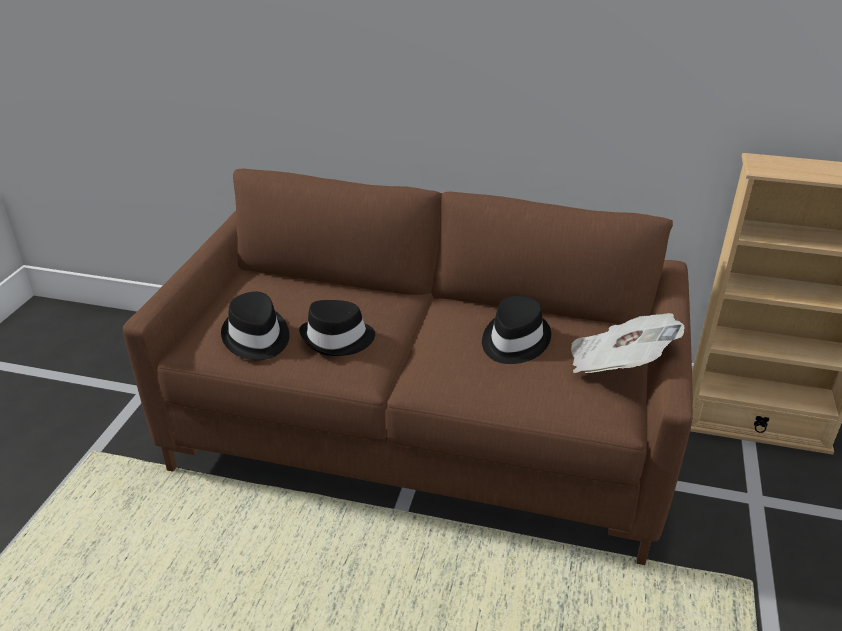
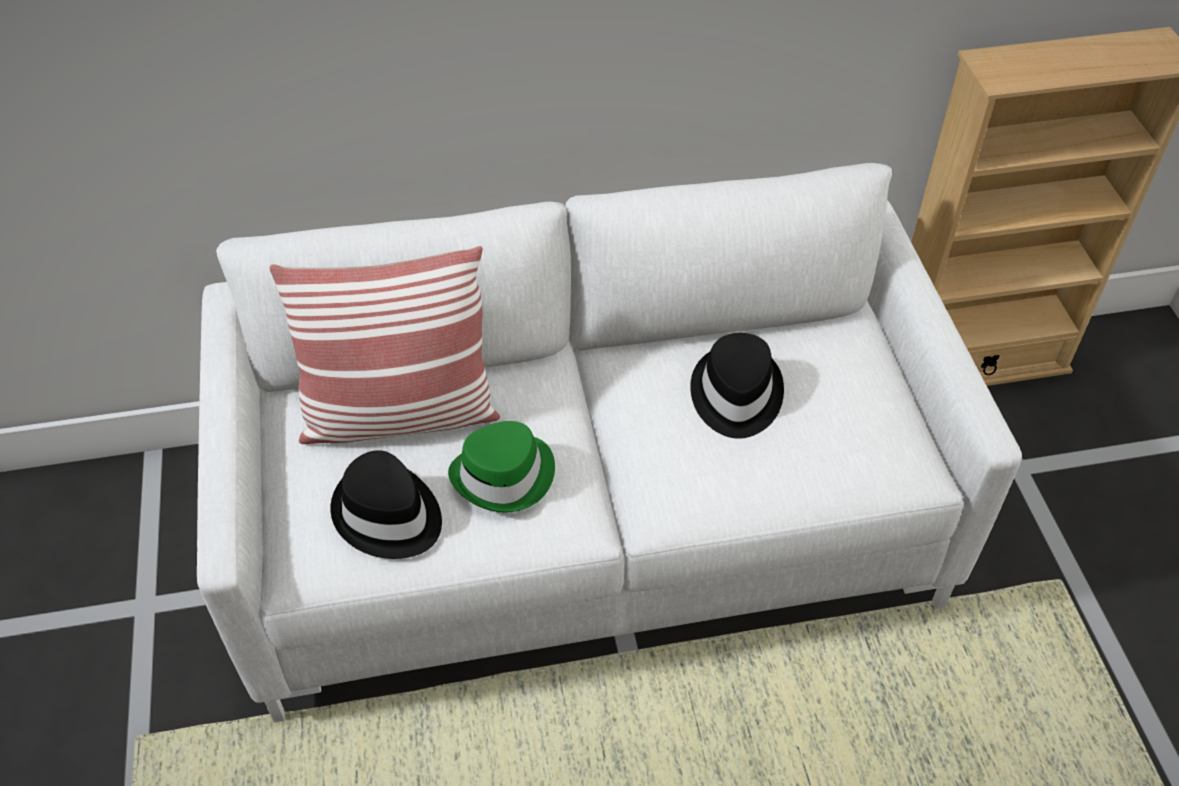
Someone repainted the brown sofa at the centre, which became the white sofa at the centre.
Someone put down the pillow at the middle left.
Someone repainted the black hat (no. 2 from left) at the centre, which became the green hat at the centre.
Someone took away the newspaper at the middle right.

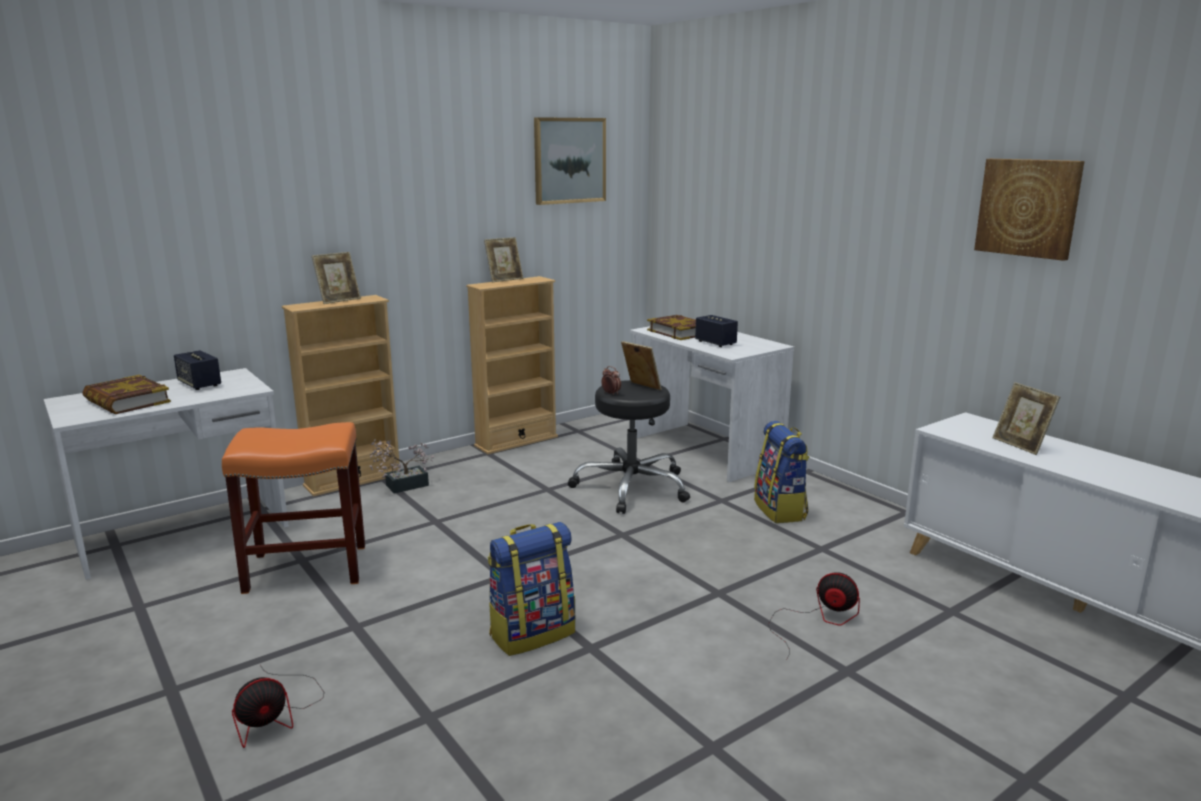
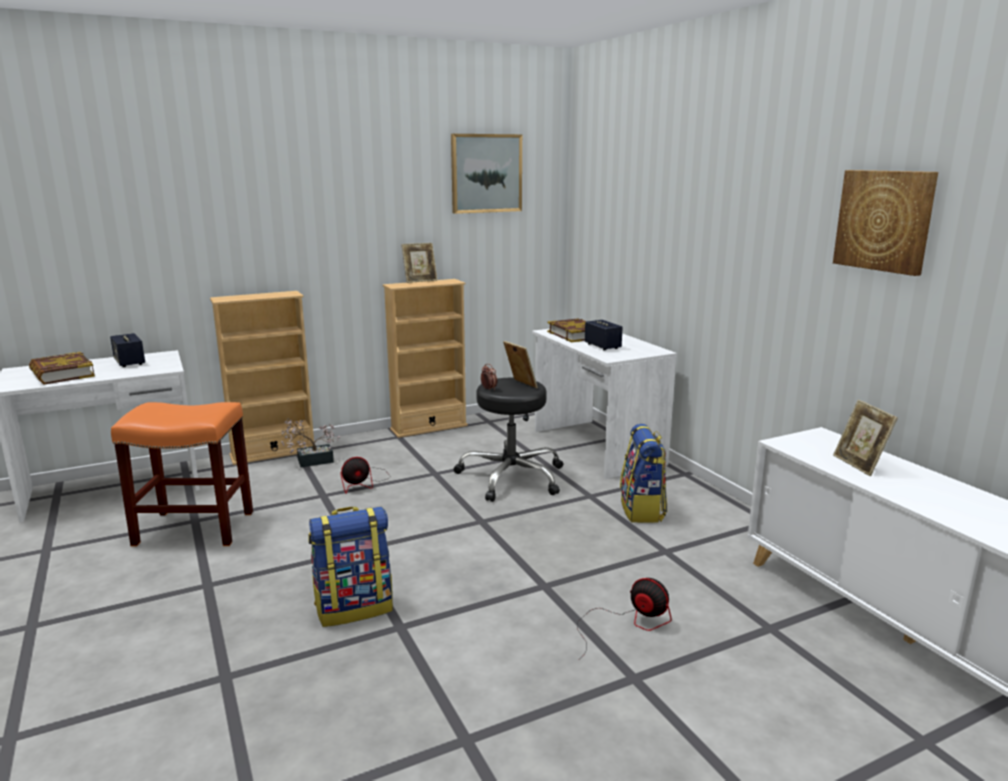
Someone carried the fan (no. 1 from left) from the bottom left to the centre.
Someone took away the picture frame (no. 1 from left) at the middle left.

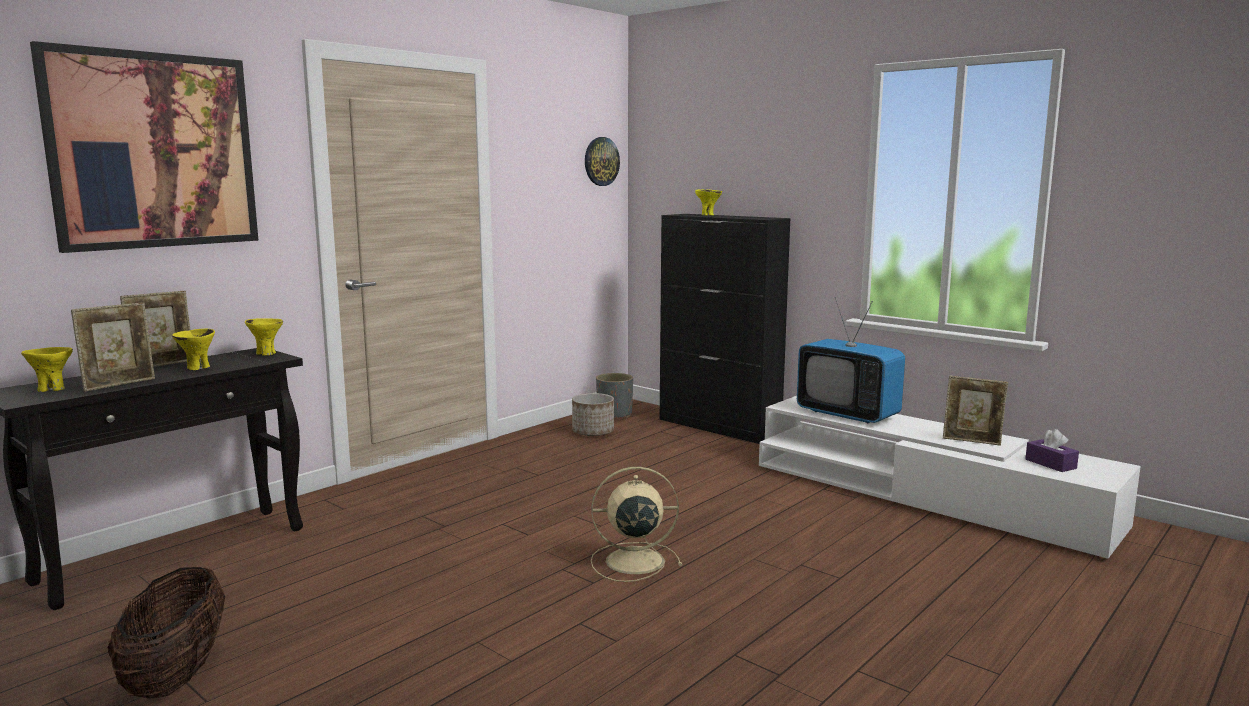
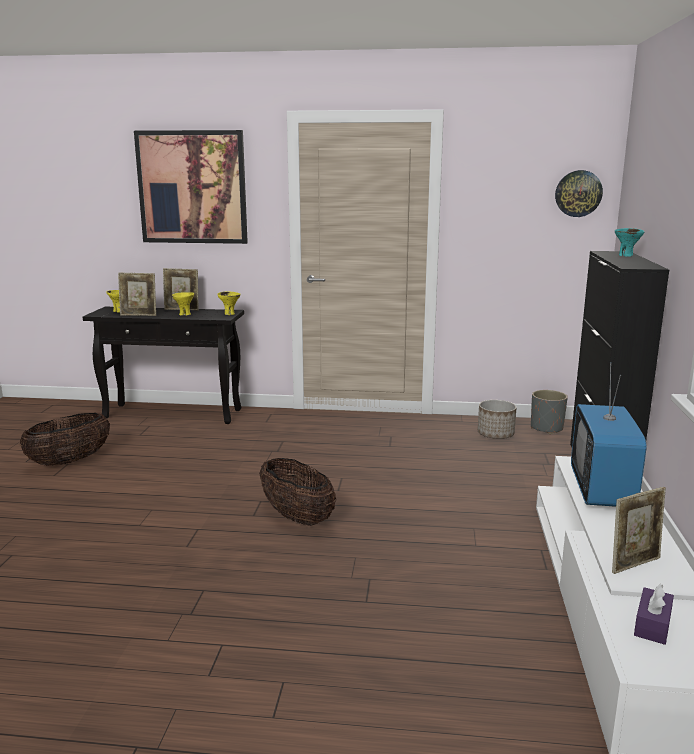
Someone swapped the beige fan at the bottom centre for the basket (no. 2 from left) at the centre.
Someone rotated the picture frame (no. 3 from left) at the middle right by 105 degrees counterclockwise.
Someone repainted the yellow bowl (no. 4 from left) at the top centre, which became the turquoise bowl at the top right.

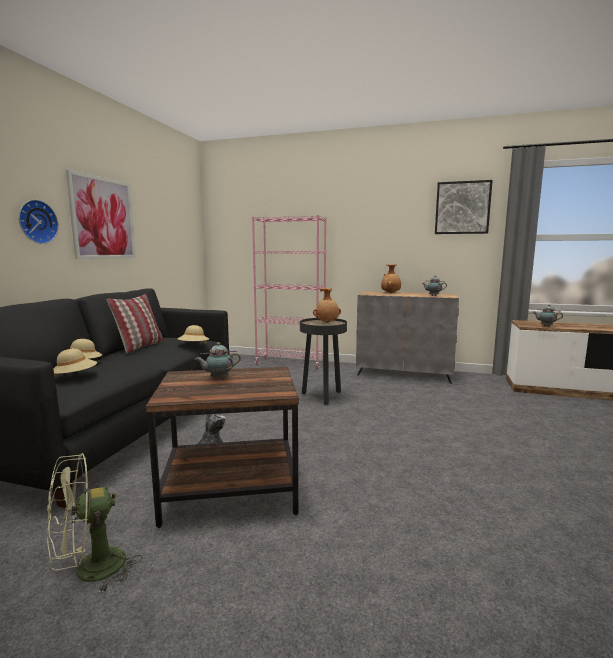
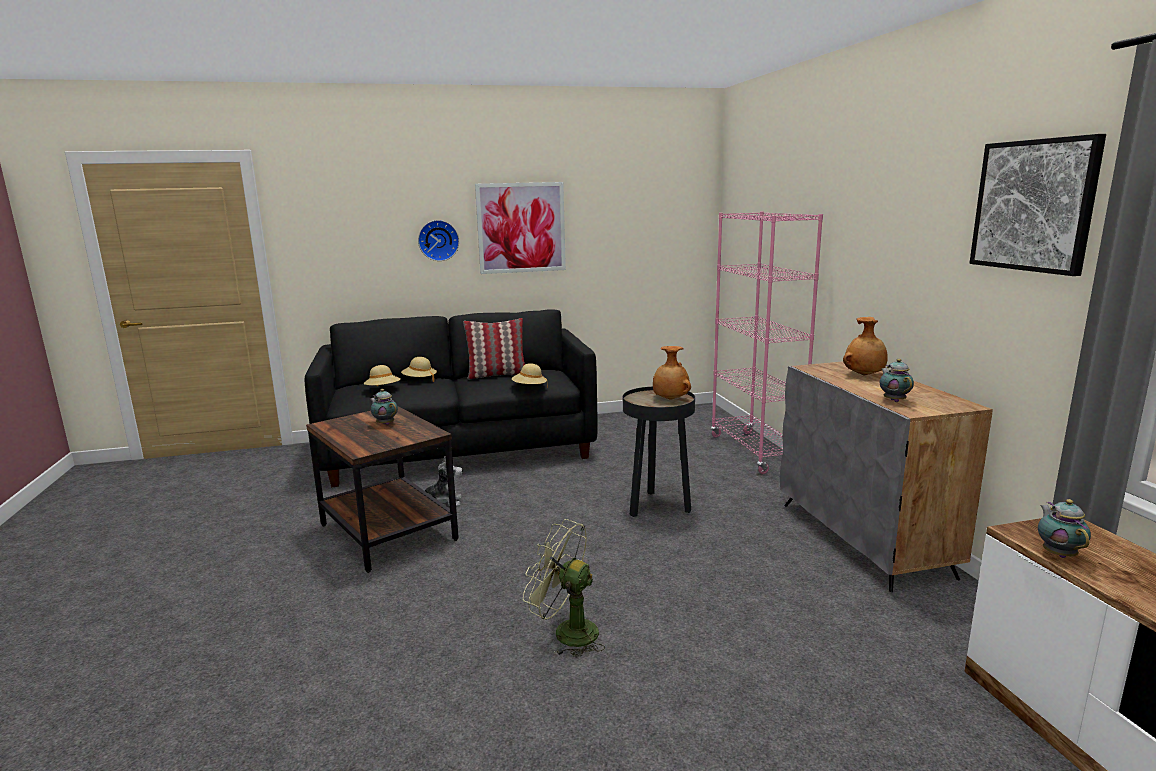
Someone carried the green fan from the bottom left to the bottom centre.

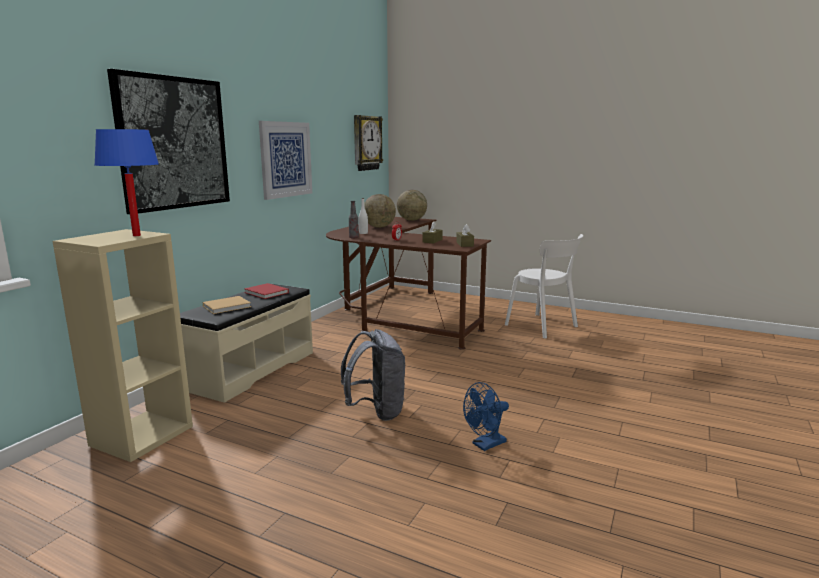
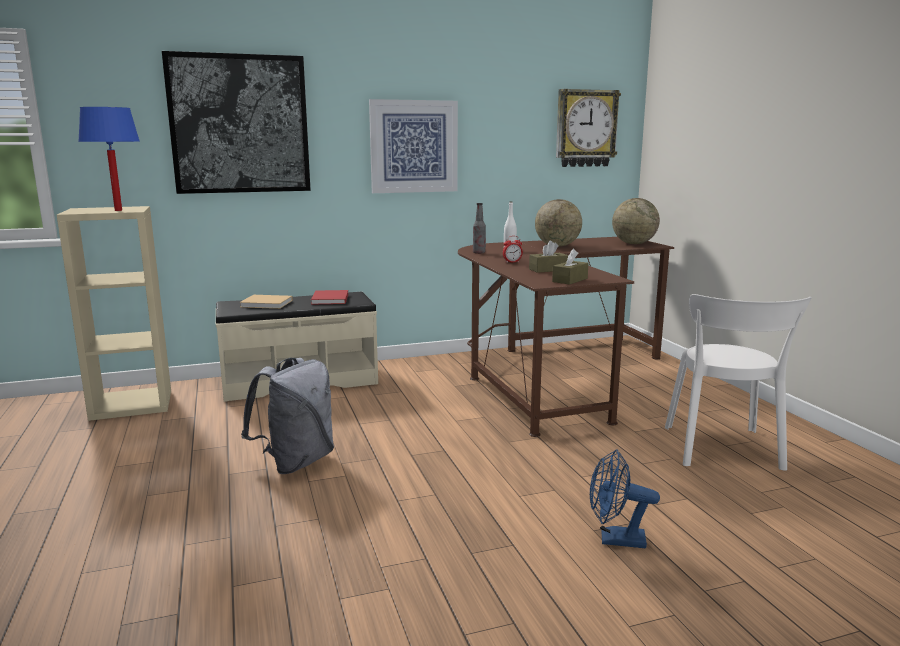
Someone carried the blue fan from the bottom centre to the bottom right.

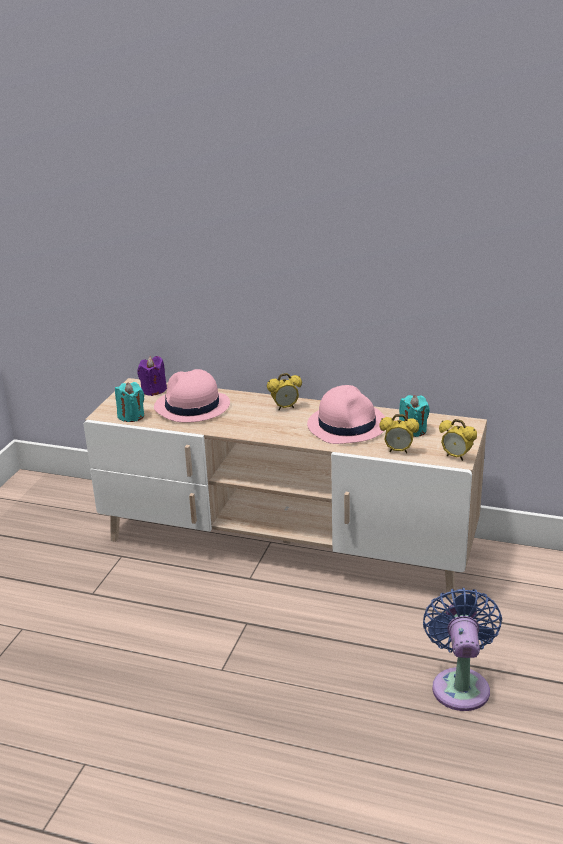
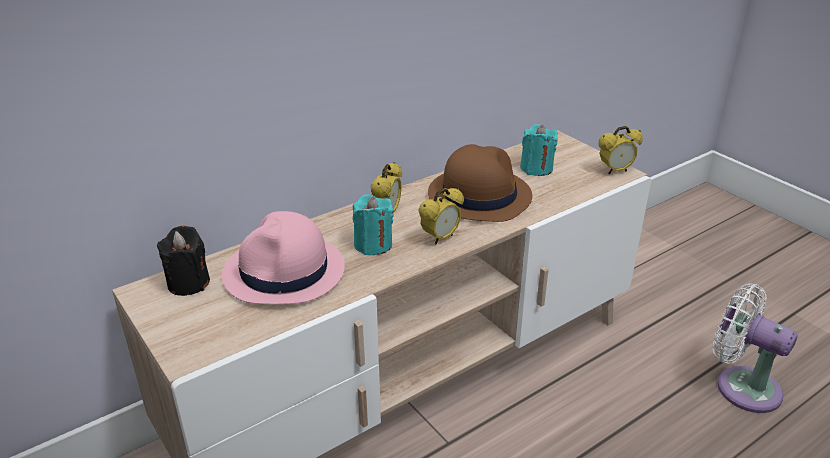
Someone repainted the purple candle at the middle left, which became the black candle at the middle left.
Someone carried the turquoise candle (no. 1 from left) from the middle left to the centre.
Someone carried the alarm clock (no. 2 from left) from the middle right to the centre.
Someone repainted the pink hat (no. 2 from left) at the centre, which became the brown hat at the centre.
Someone repainted the blue fan at the bottom right, which became the white fan at the bottom right.

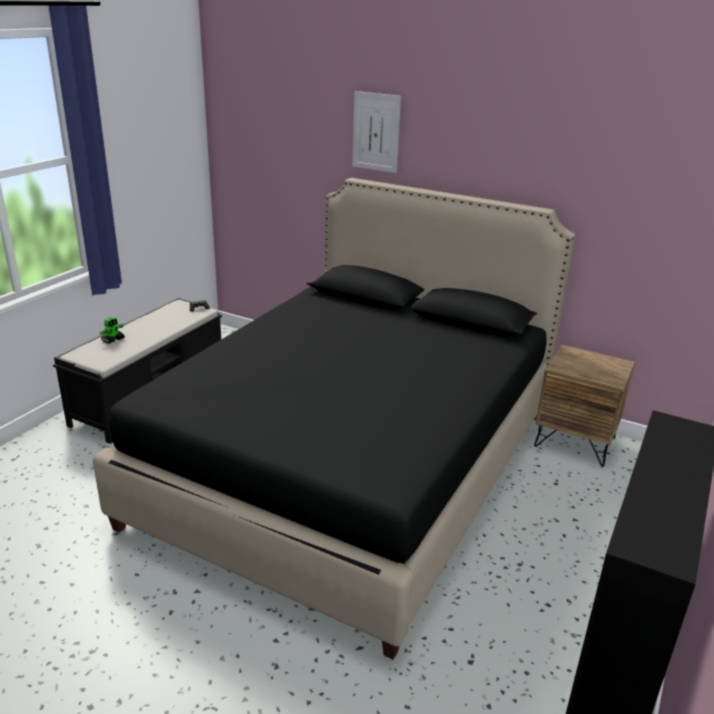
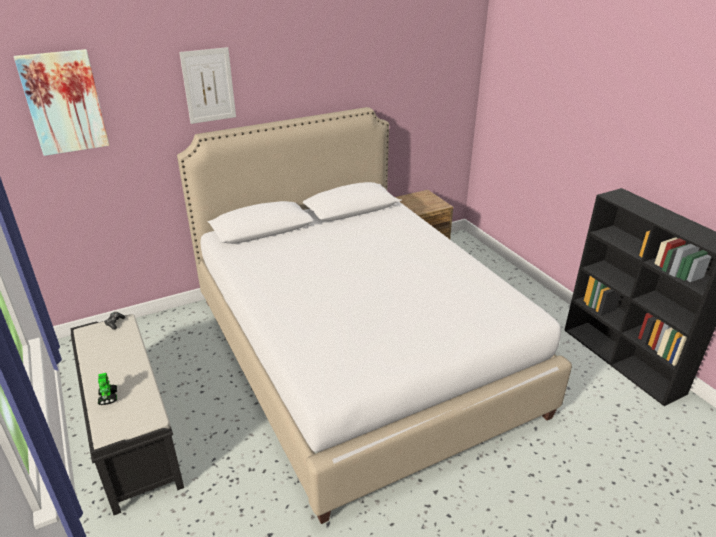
Someone put up the picture (no. 1 from left) at the top left.
Someone repainted the black bed at the centre, which became the white bed at the centre.

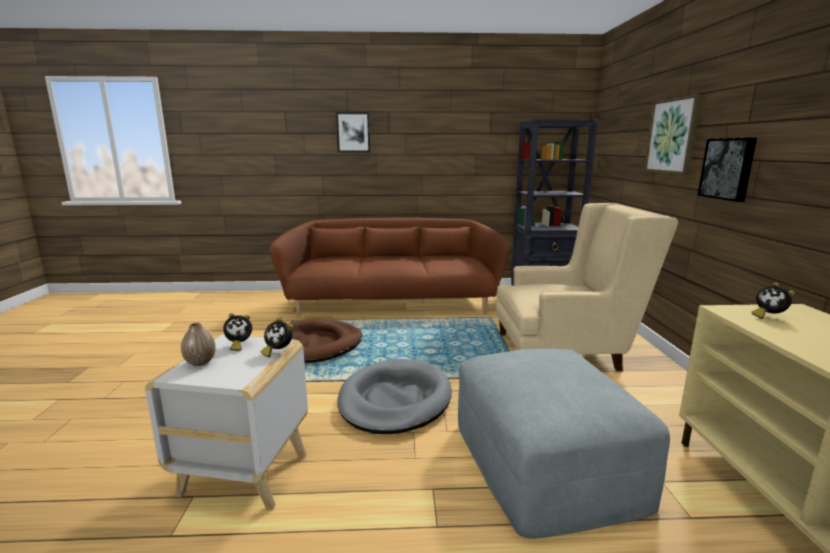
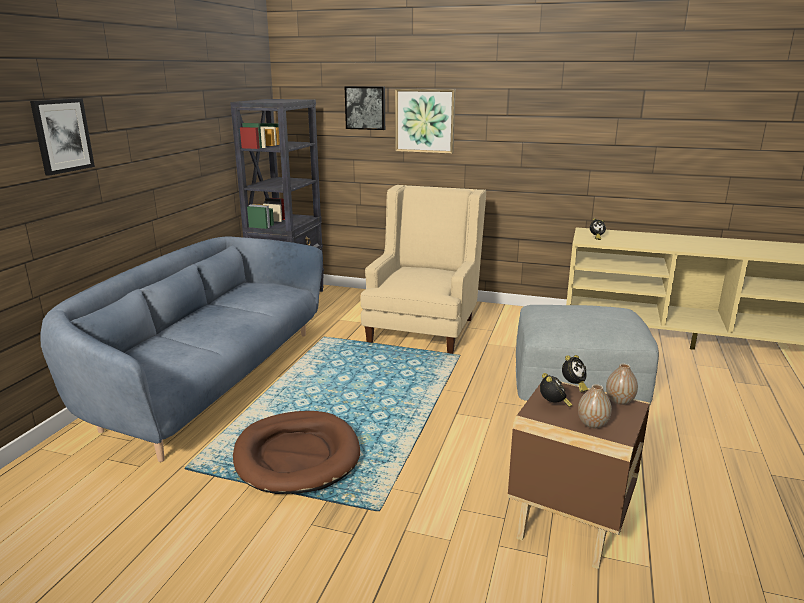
Someone repainted the brown sofa at the centre, which became the blue sofa at the middle left.
Someone carried the picture (no. 3 from left in the first image) from the top right to the top centre.
Someone repainted the white side table at the bottom left, which became the brown side table at the bottom right.
Someone put down the vase (no. 2 from left) at the middle right.
Someone took away the grey dog bed at the bottom centre.

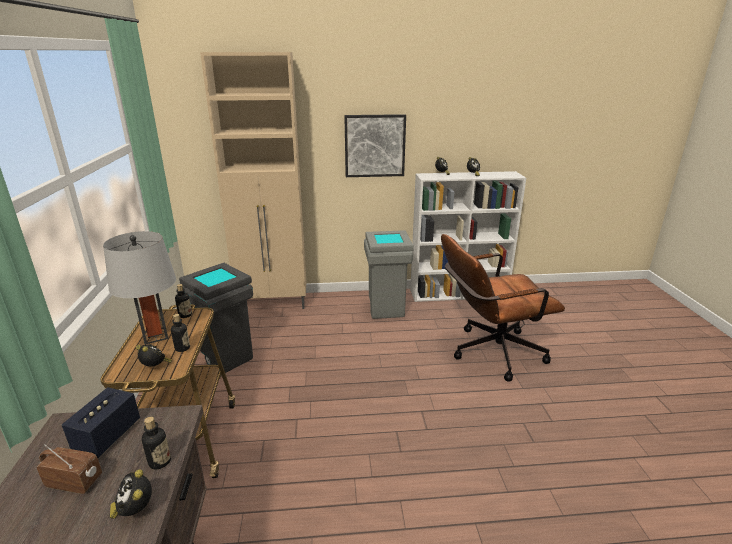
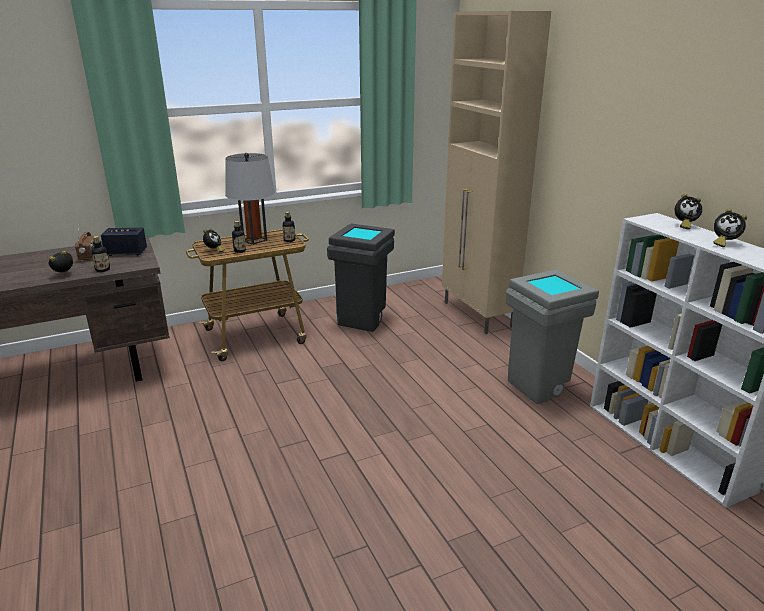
Someone took away the picture at the top centre.
Someone took away the brown office chair at the middle right.

